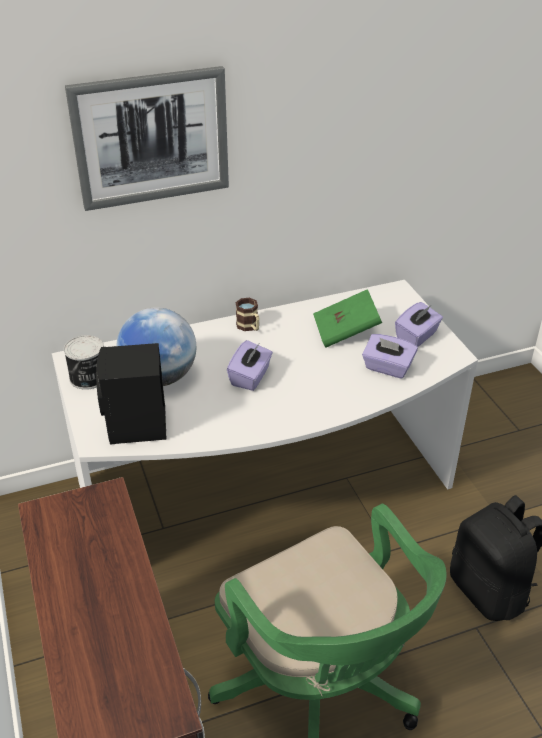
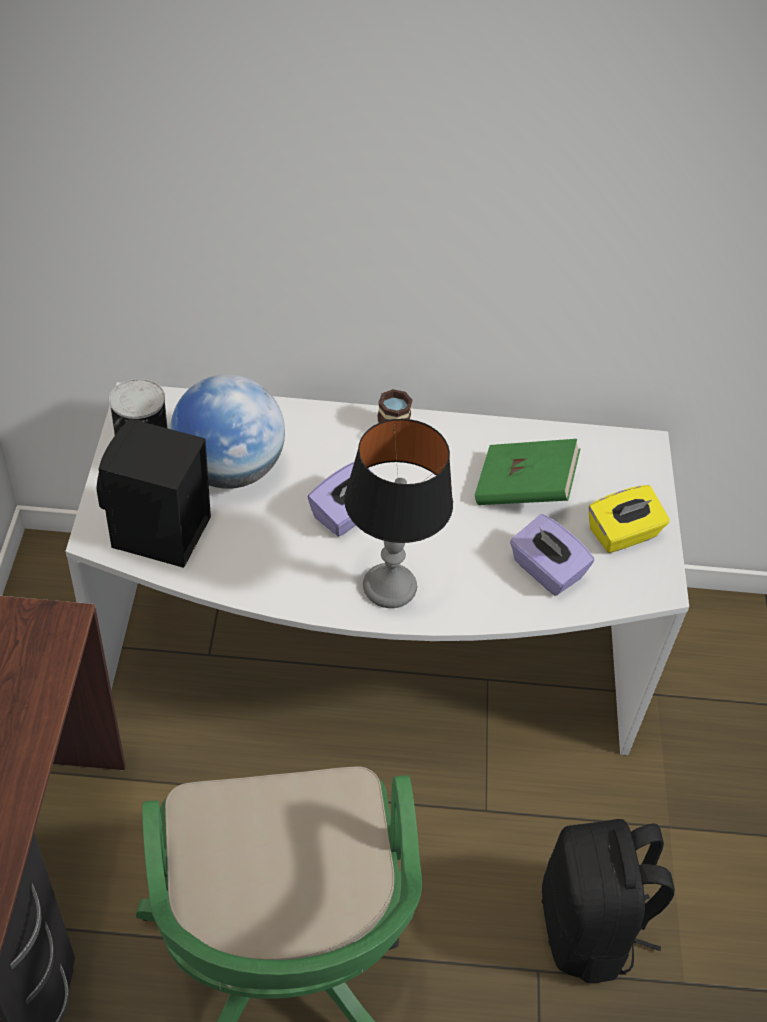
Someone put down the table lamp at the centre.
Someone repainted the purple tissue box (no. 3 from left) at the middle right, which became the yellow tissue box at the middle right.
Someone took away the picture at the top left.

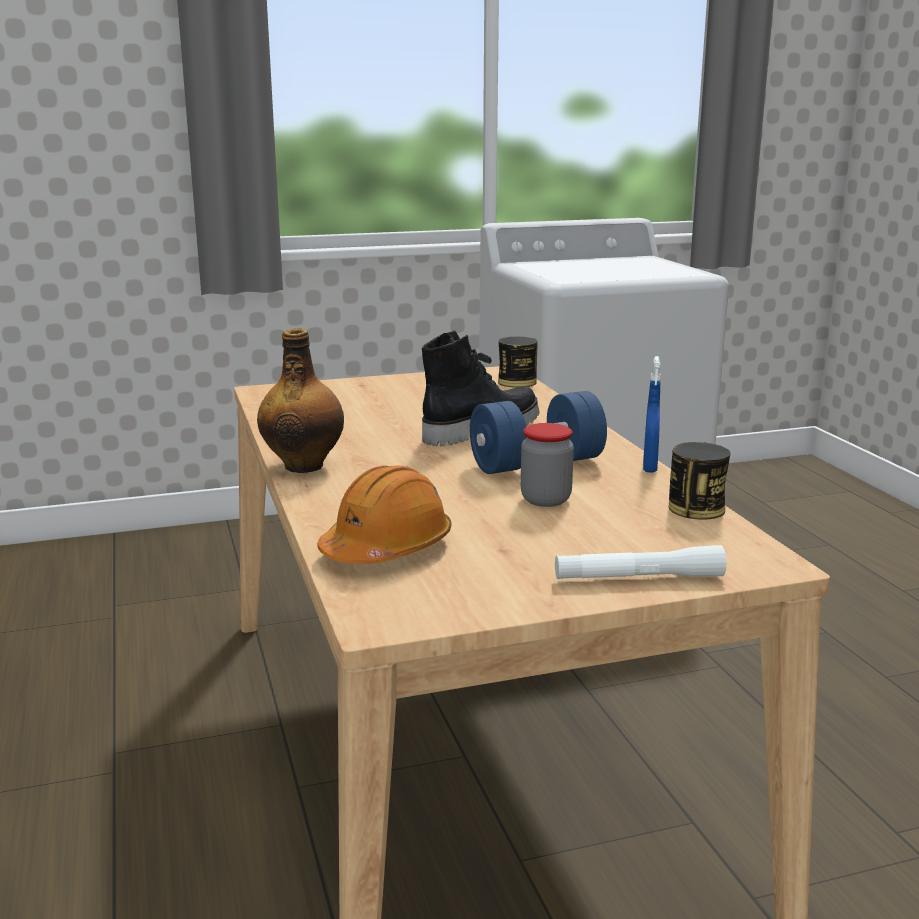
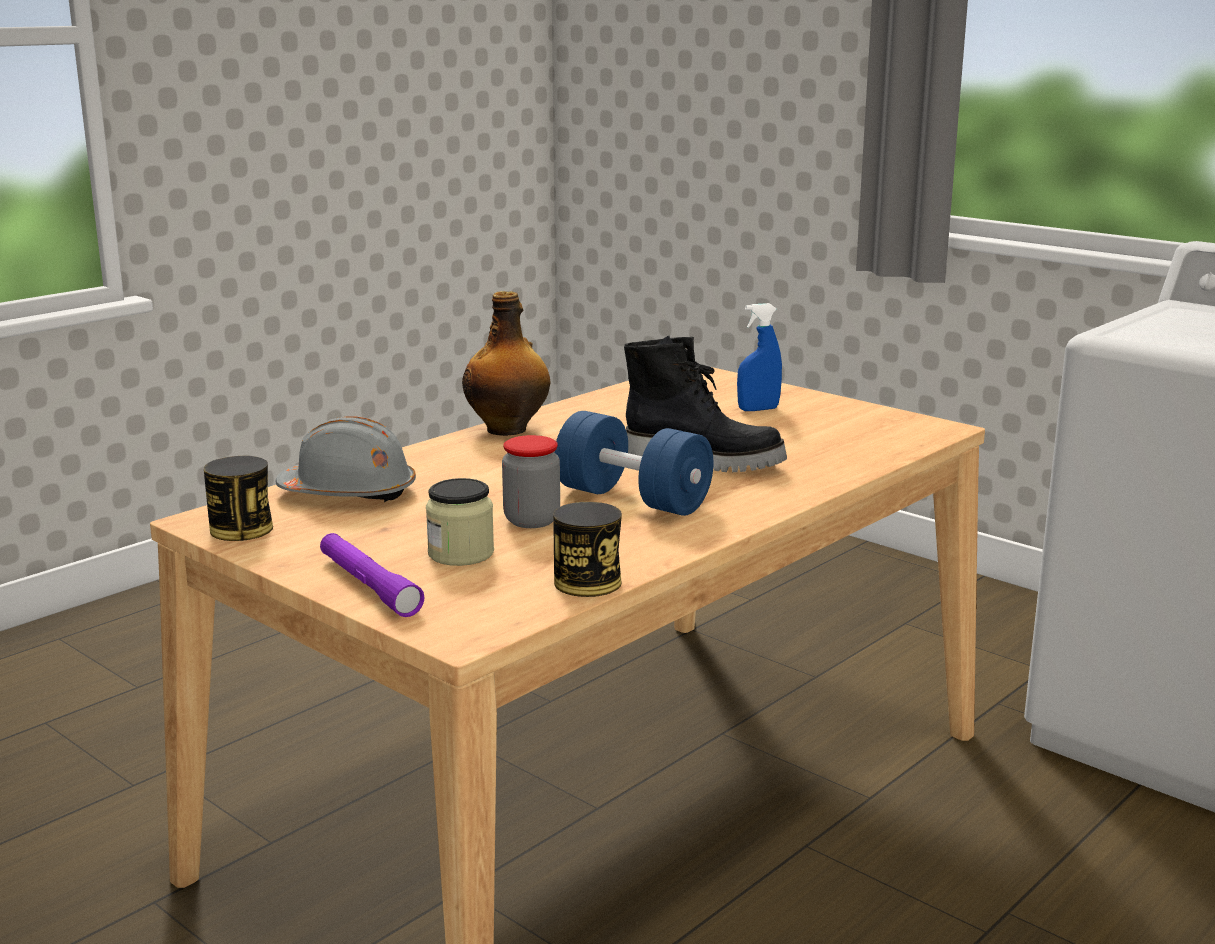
Someone carried the can (no. 1 from left) from the centre to the middle left.
Someone repainted the orange hard hat at the centre, which became the grey hard hat at the middle left.
Someone repainted the white flashlight at the middle right, which became the purple flashlight at the middle left.
Someone put down the jar (no. 1 from left) at the centre.
Someone carried the blue spray bottle from the middle right to the centre.

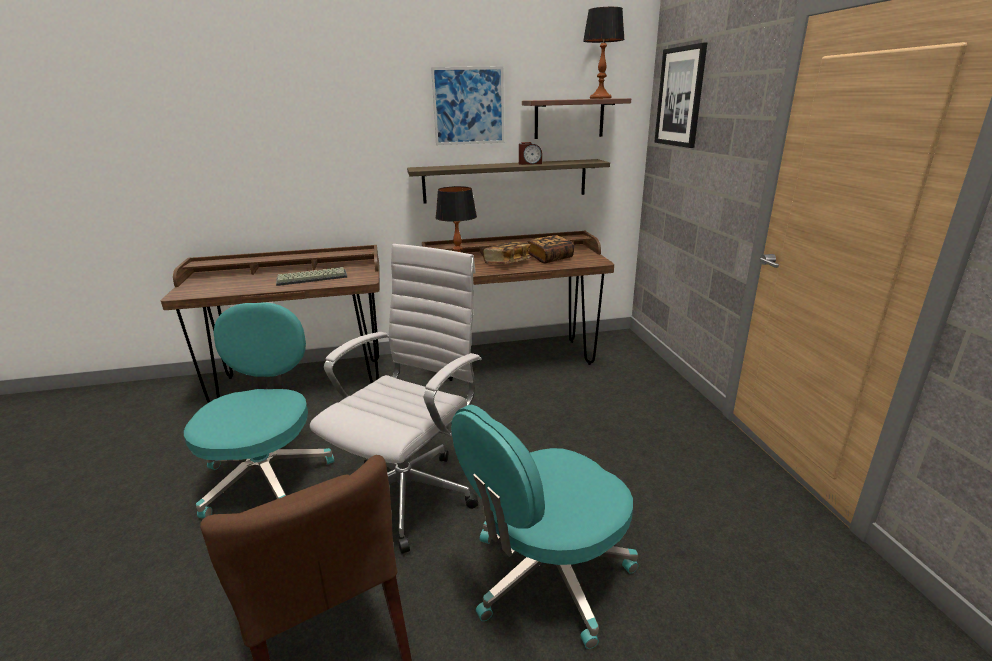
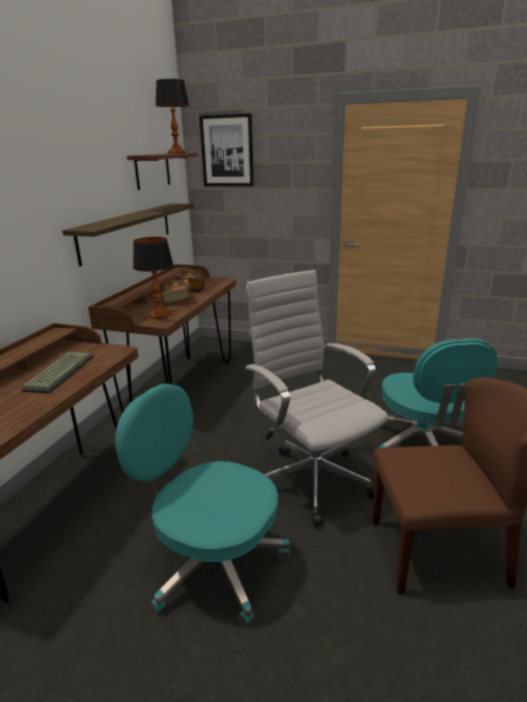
Someone took away the picture (no. 1 from left) at the top centre.
Someone took away the alarm clock at the top centre.

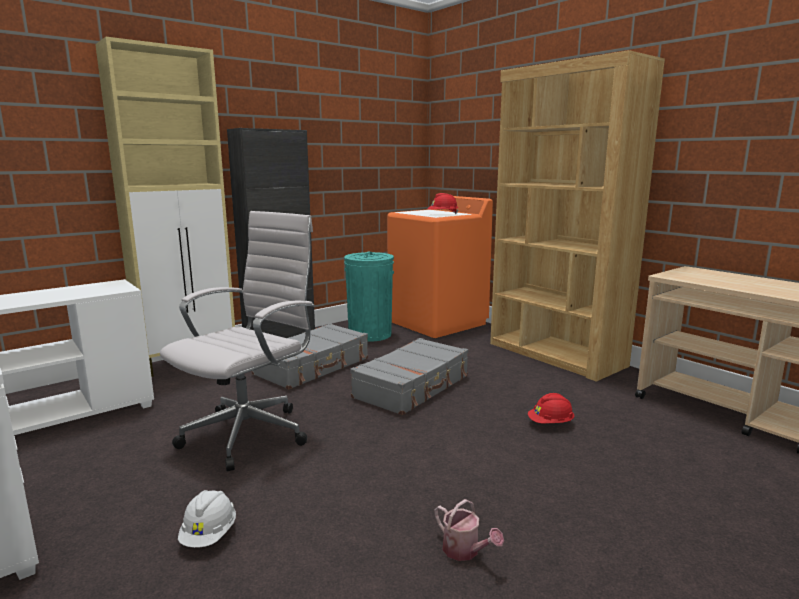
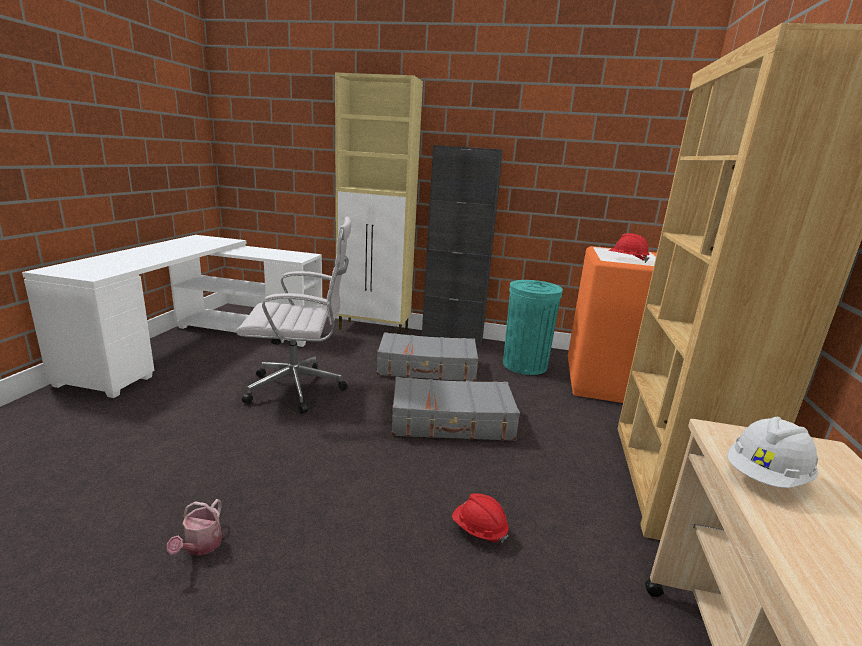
Someone carried the white hard hat from the bottom left to the bottom right.

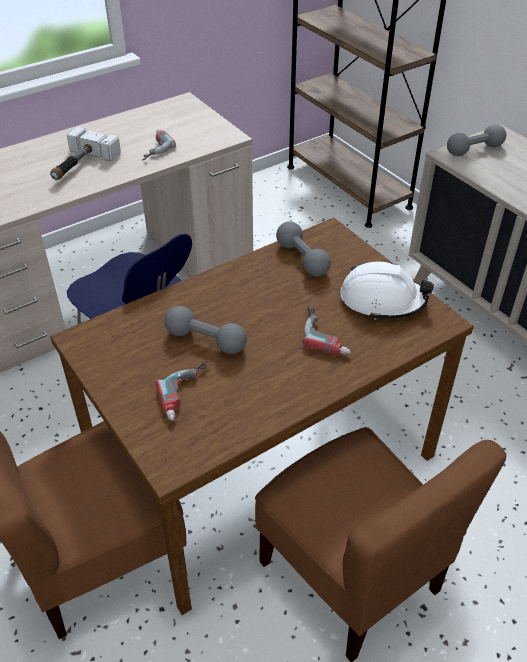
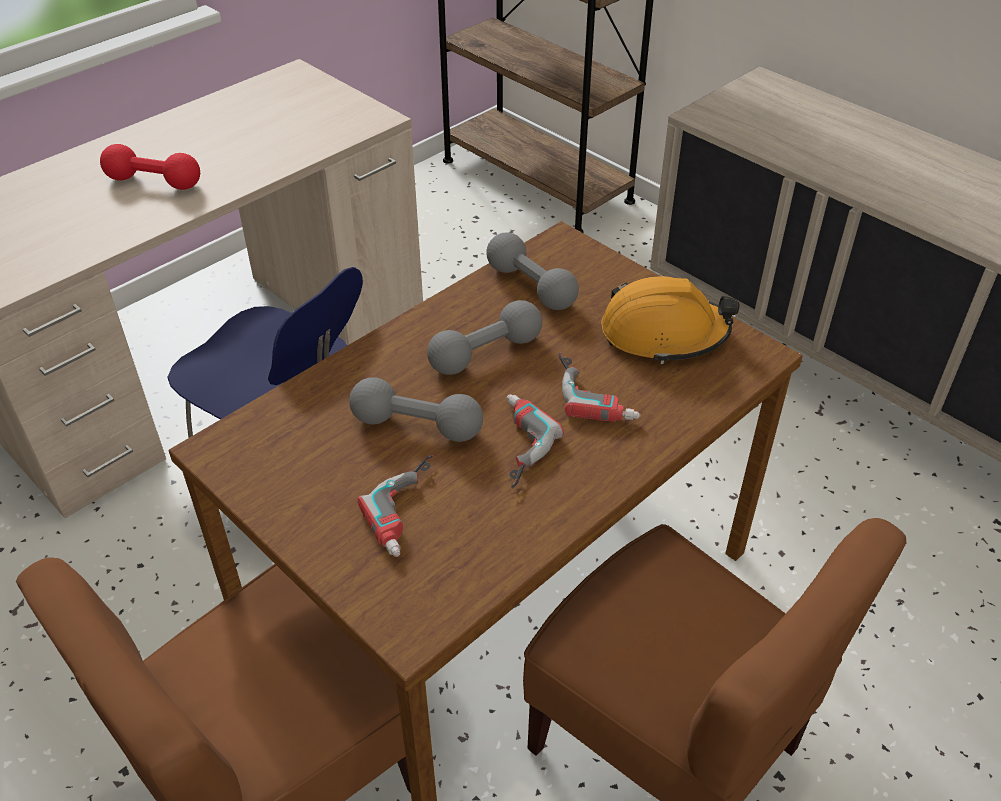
Someone swapped the hammer at the top left for the red dumbbell at the top left.
Someone carried the grey dumbbell (no. 3 from left in the first image) from the top right to the centre.
Someone carried the power drill (no. 1 from left in the first image) from the top left to the centre.
Someone repainted the white hard hat at the middle right, which became the orange hard hat at the middle right.

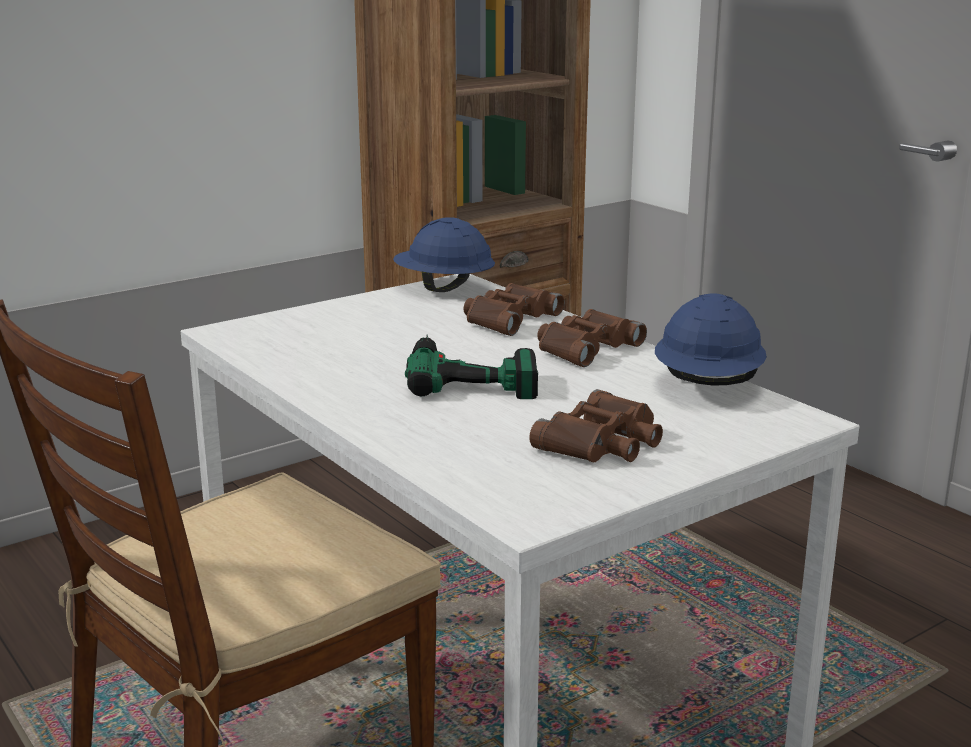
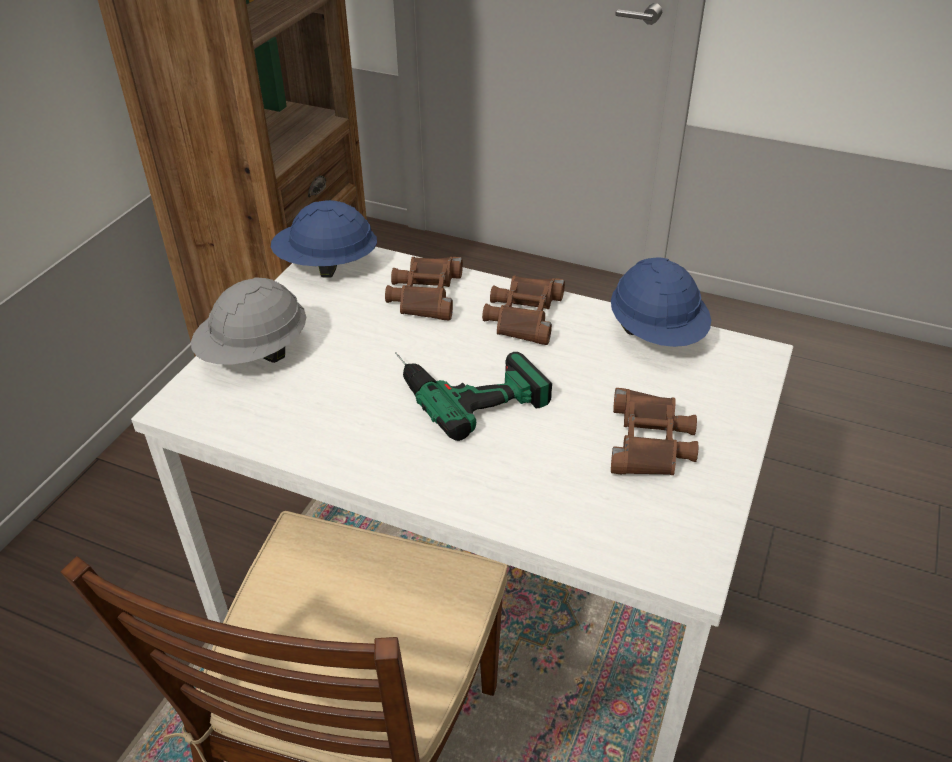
Someone put down the grey hard hat at the middle left.

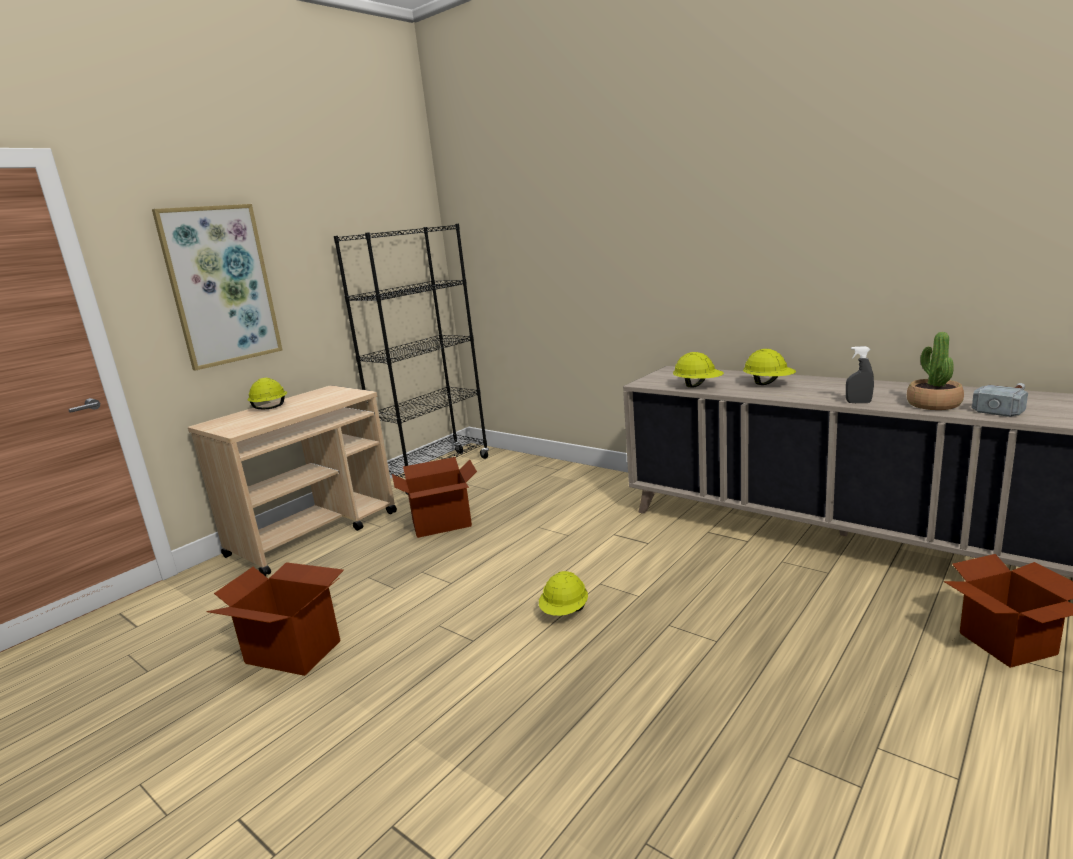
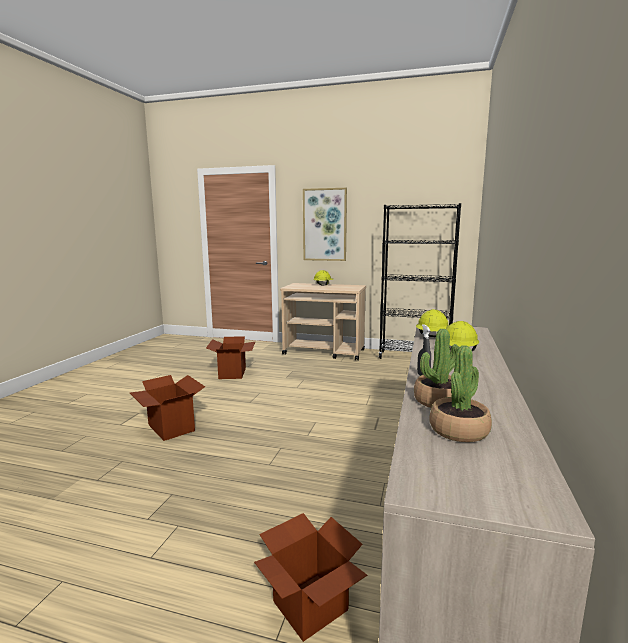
Someone carried the cardboard box (no. 2 from left in the first image) from the centre to the middle left.
Someone swapped the hammer at the middle right for the potted plant (no. 2 from left) at the middle right.
Someone took away the yellow hard hat (no. 2 from left) at the bottom centre.

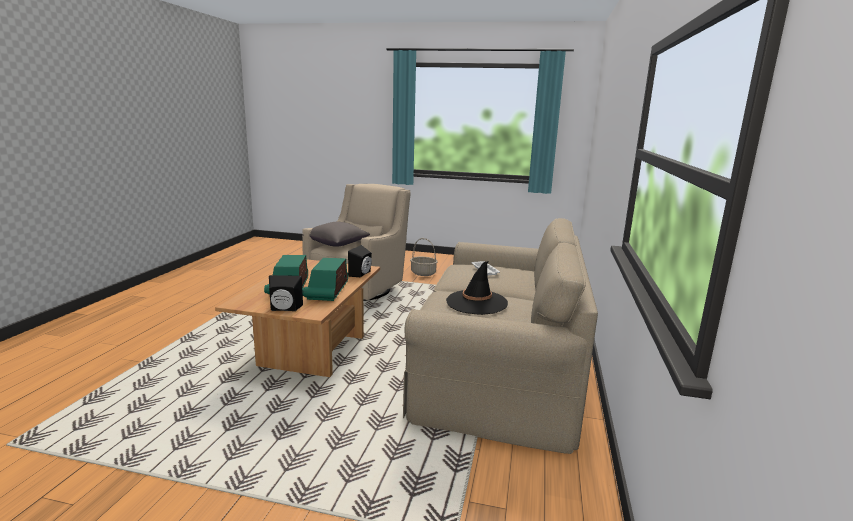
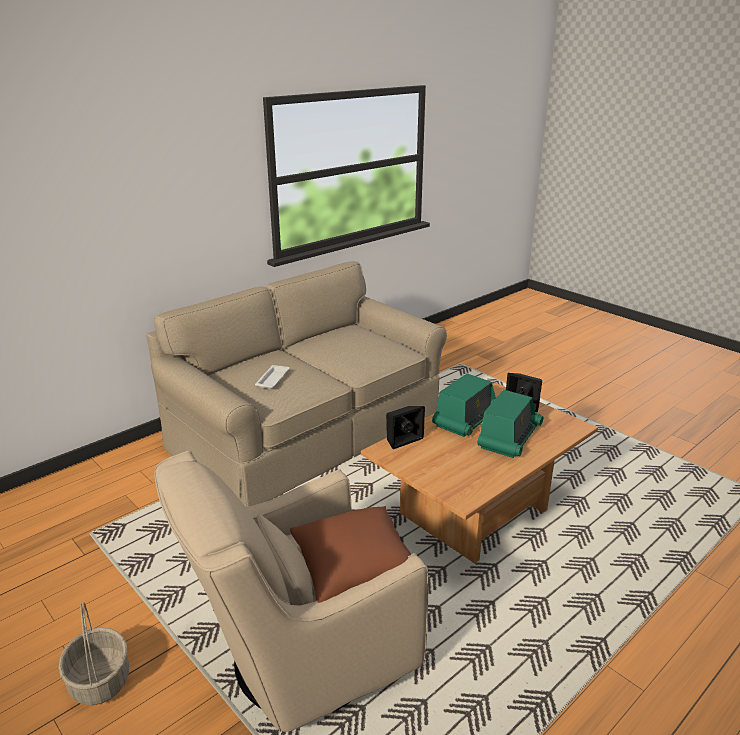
Someone repainted the grey pillow at the centre, which became the brown pillow at the bottom centre.
Someone took away the black hat at the centre.

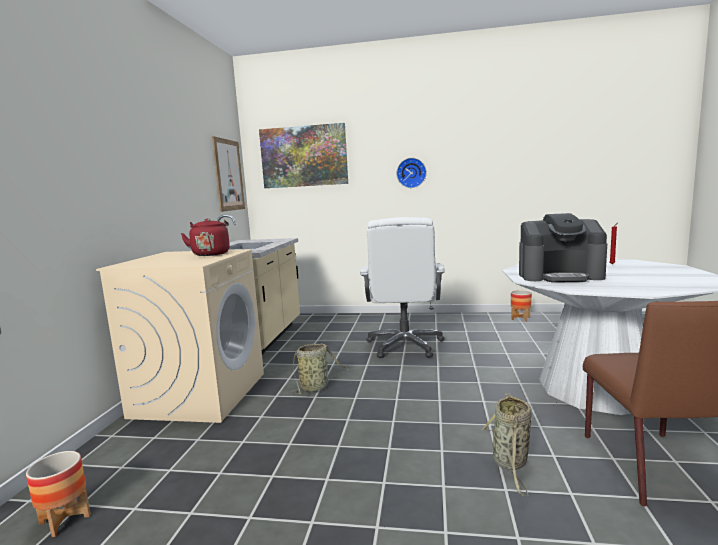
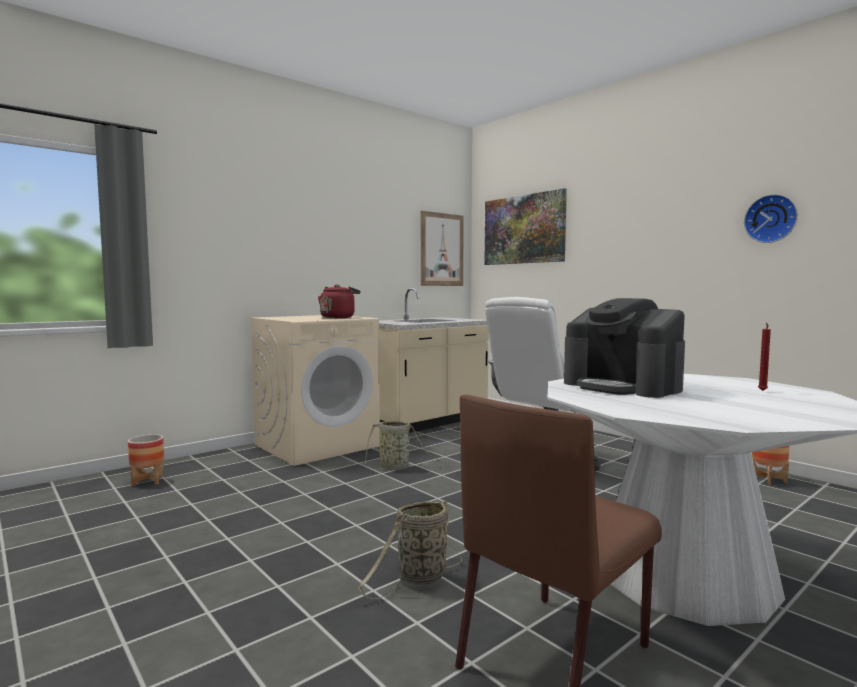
Someone carried the wall clock from the top centre to the top right.

